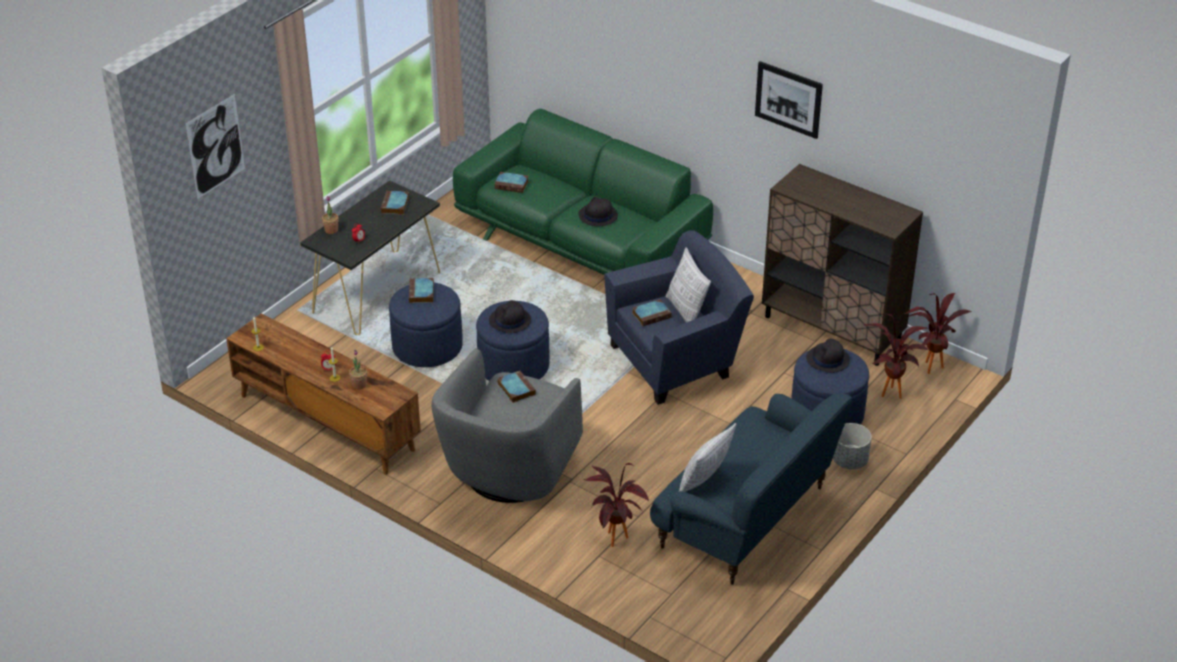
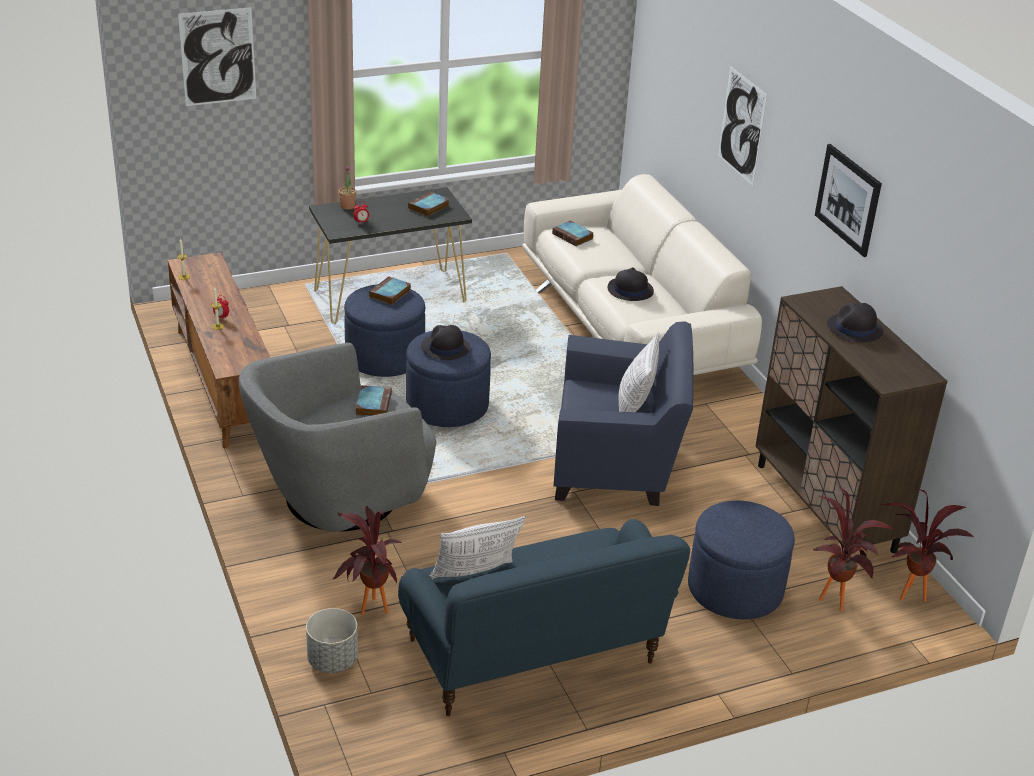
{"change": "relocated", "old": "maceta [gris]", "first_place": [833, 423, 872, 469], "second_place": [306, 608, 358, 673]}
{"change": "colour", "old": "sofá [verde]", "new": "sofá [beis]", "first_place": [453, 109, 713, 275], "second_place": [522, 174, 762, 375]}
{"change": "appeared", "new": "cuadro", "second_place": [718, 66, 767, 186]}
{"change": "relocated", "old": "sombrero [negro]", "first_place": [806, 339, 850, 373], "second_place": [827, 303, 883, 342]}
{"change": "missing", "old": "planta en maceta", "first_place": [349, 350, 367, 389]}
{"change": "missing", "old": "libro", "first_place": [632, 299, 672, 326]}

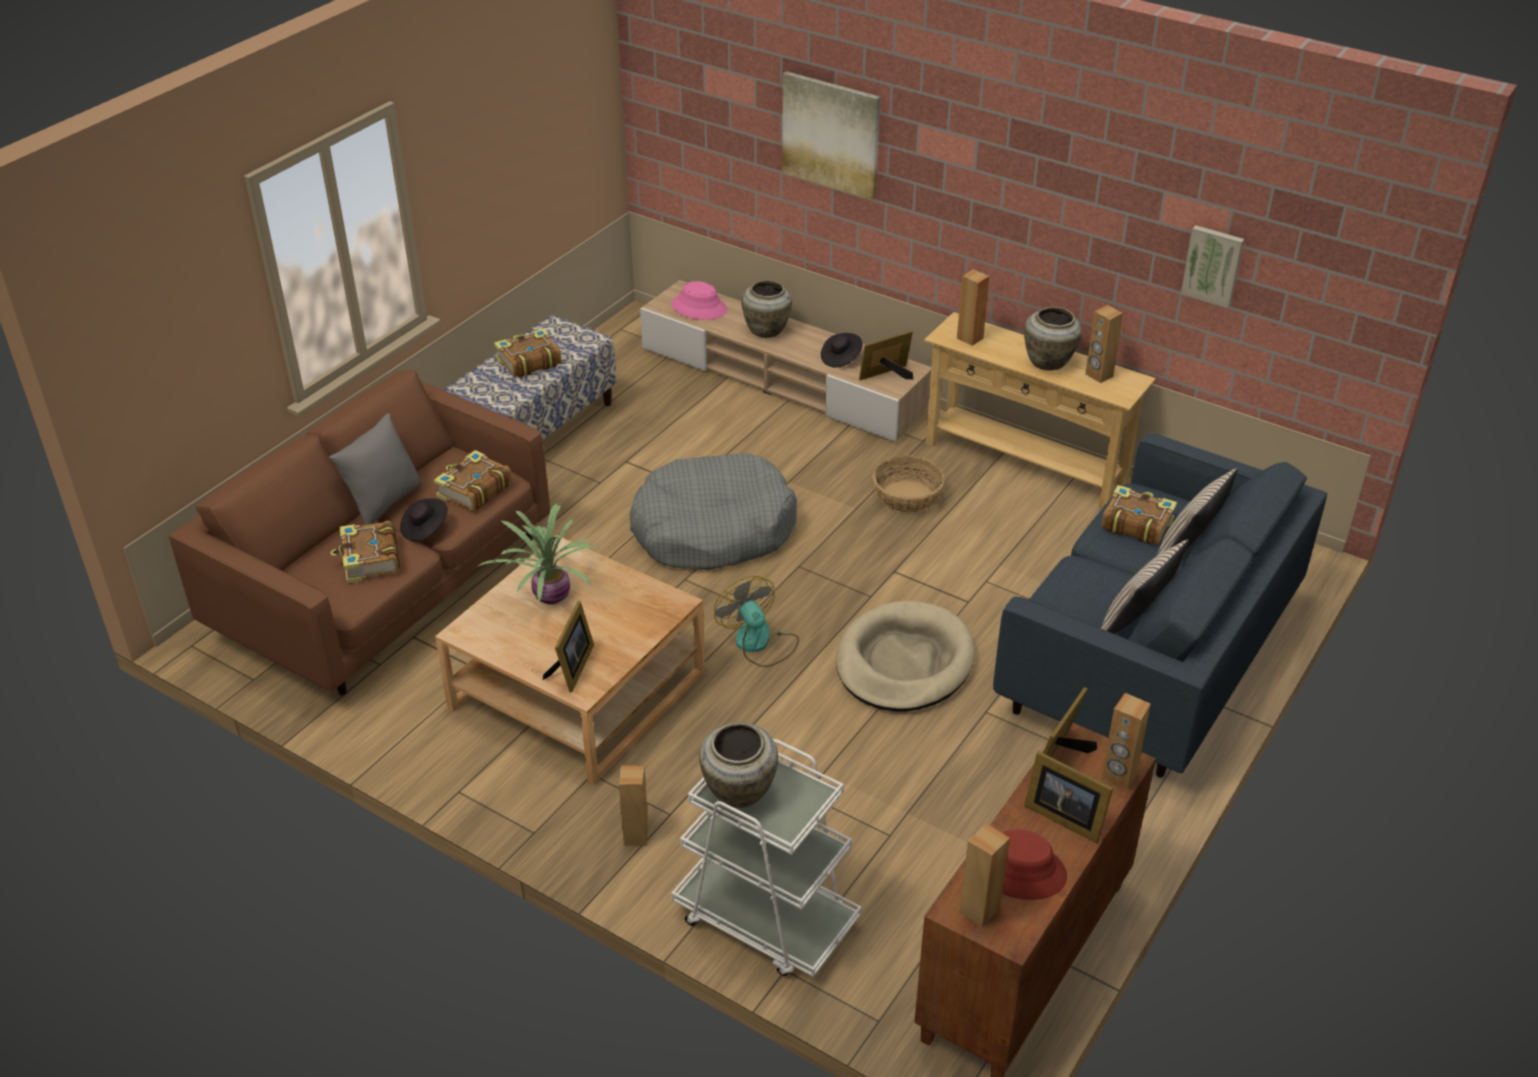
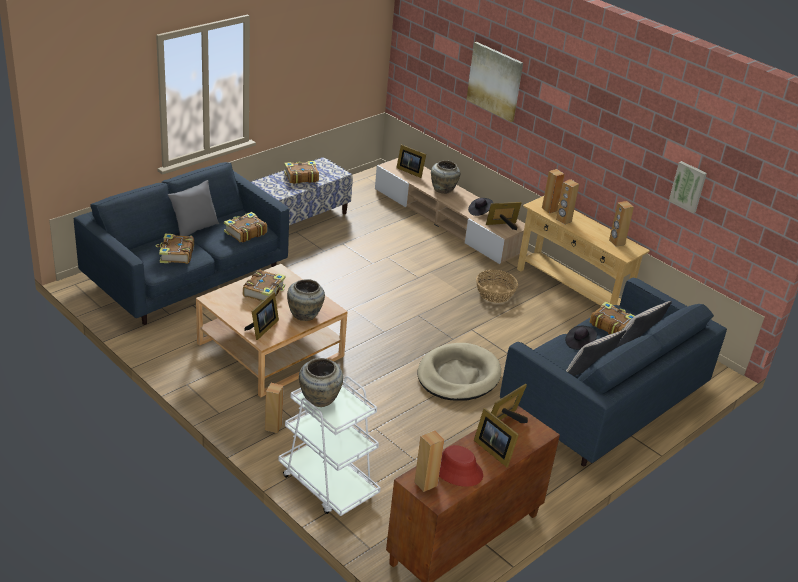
{"change": "colour", "old": "sofá [marrón]", "new": "sofá [azul]", "first_place": [169, 370, 550, 696], "second_place": [74, 162, 289, 325]}
{"change": "exchanged", "old": "planta en maceta", "new": "libro", "first_place": [477, 503, 601, 605], "second_place": [243, 269, 286, 302]}
{"change": "relocated", "old": "florero [beis]", "first_place": [1024, 307, 1082, 371], "second_place": [287, 279, 325, 321]}
{"change": "exchanged", "old": "sombrero [rosa]", "new": "portarretratos", "first_place": [671, 281, 727, 320], "second_place": [396, 144, 426, 178]}
{"change": "relocated", "old": "altavoz [marrón]", "first_place": [1101, 693, 1151, 791], "second_place": [556, 179, 579, 224]}
{"change": "relocated", "old": "sombrero [negro]", "first_place": [400, 498, 448, 541], "second_place": [565, 326, 597, 350]}
{"change": "missing", "old": "cama para perro [gris]", "first_place": [630, 453, 797, 570]}
{"change": "missing", "old": "ventilador", "first_place": [714, 576, 799, 667]}

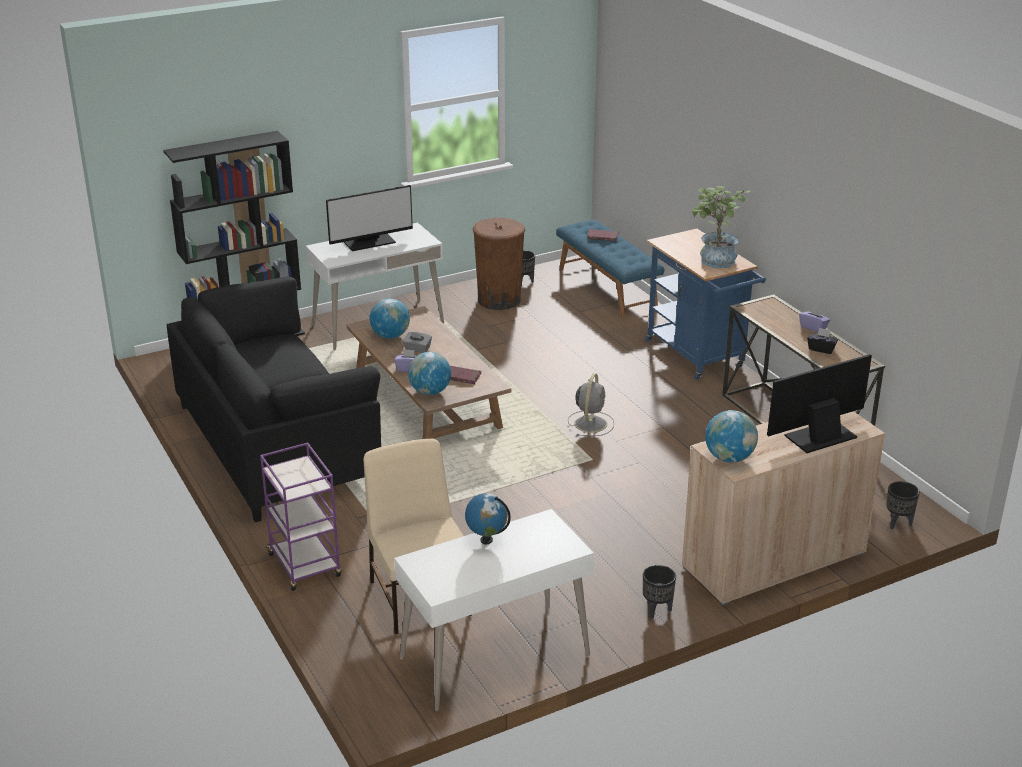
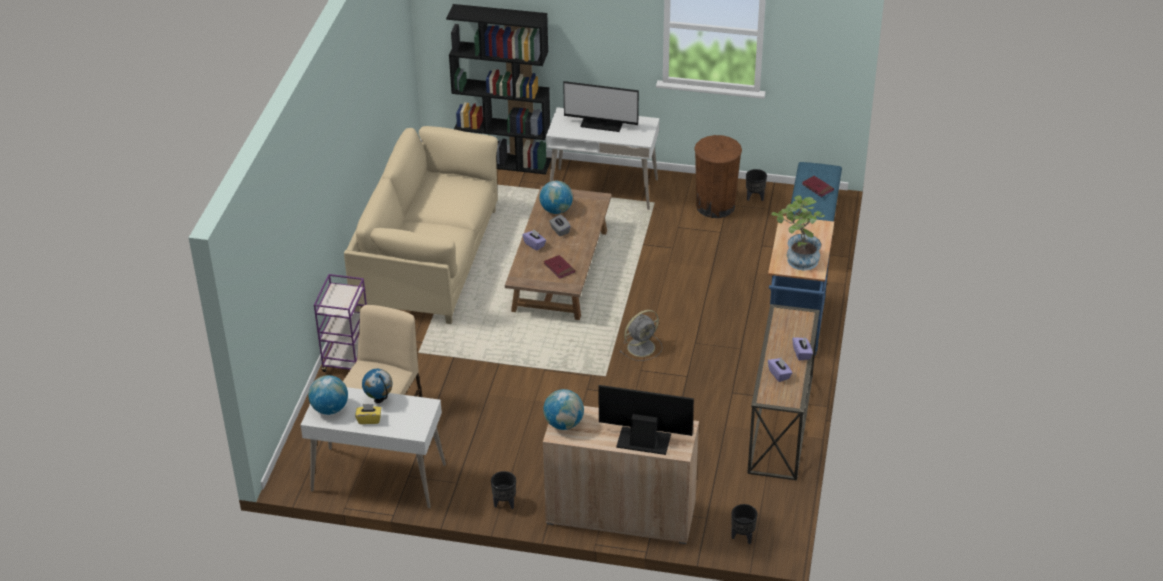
{"change": "relocated", "old": "globo terráqueo", "first_place": [408, 352, 451, 395], "second_place": [308, 375, 348, 415]}
{"change": "colour", "old": "sofá [negro]", "new": "sofá [beis]", "first_place": [167, 277, 381, 522], "second_place": [344, 126, 498, 324]}
{"change": "appeared", "new": "caja de pañuelos [amarillo]", "second_place": [355, 404, 381, 424]}
{"change": "colour", "old": "caja de pañuelos [negro]", "new": "caja de pañuelos [morado]", "first_place": [807, 328, 838, 354], "second_place": [768, 357, 792, 382]}

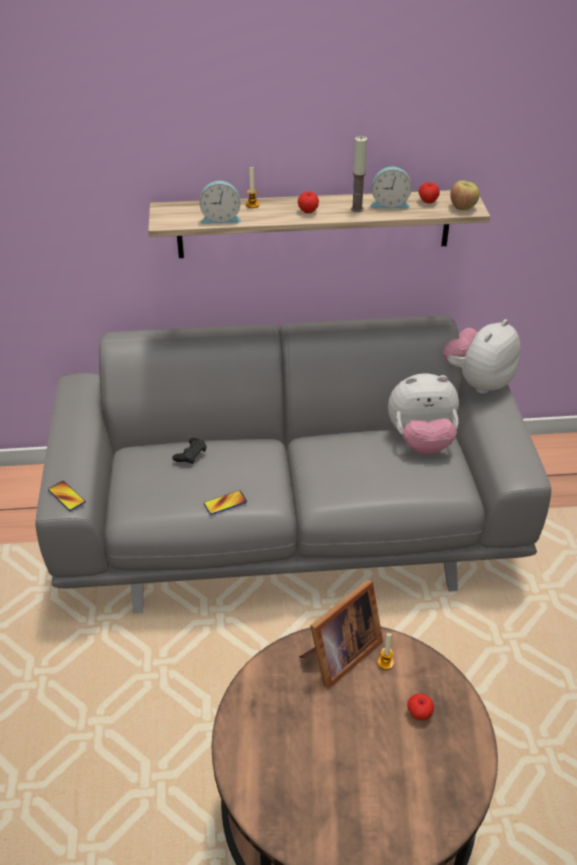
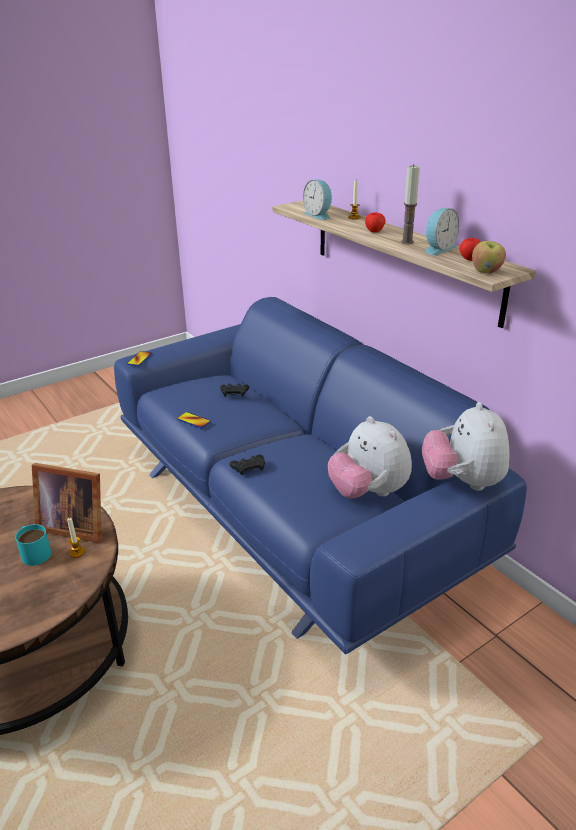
{"change": "appeared", "new": "taza grande [turquesa]", "second_place": [15, 524, 51, 566]}
{"change": "colour", "old": "sofá [gris]", "new": "sofá [azul]", "first_place": [35, 315, 551, 614], "second_place": [114, 297, 527, 654]}
{"change": "appeared", "new": "mando de consola [negro]", "second_place": [230, 454, 265, 475]}
{"change": "spun", "old": "peluche", "first_place": [443, 319, 521, 394], "second_place": [422, 402, 510, 491], "degrees": -105}
{"change": "spun", "old": "despertador", "first_place": [370, 166, 412, 208], "second_place": [426, 208, 459, 256], "degrees": -105}
{"change": "missing", "old": "manzana", "first_place": [407, 694, 434, 720]}

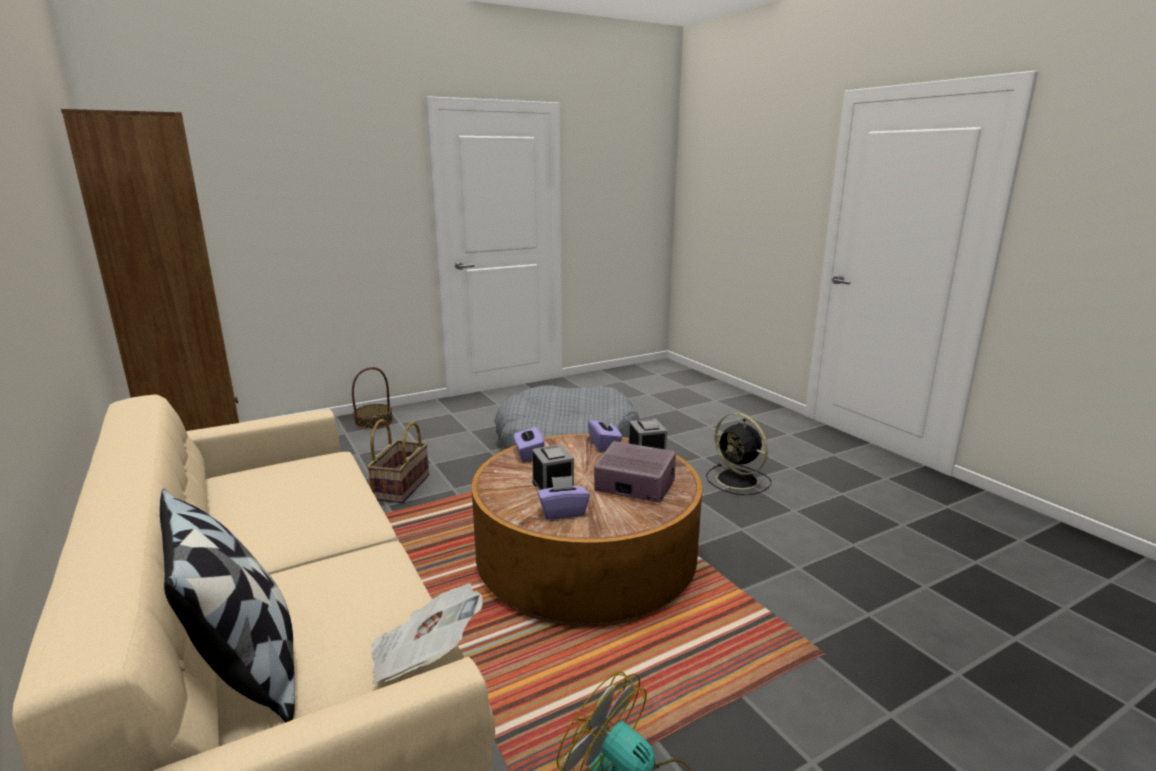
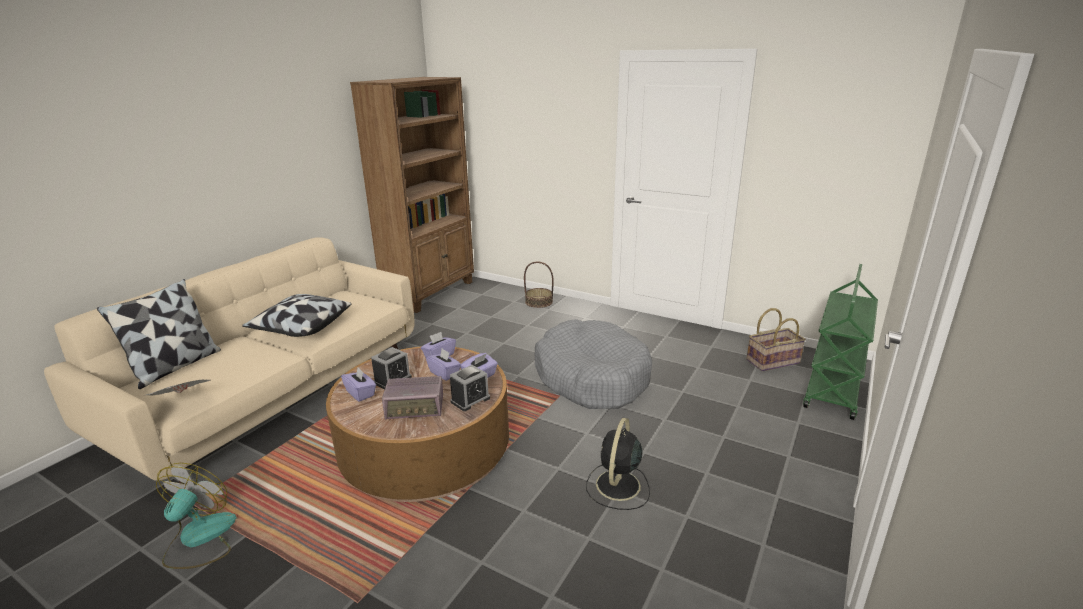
{"change": "appeared", "new": "cojín", "second_place": [242, 294, 351, 337]}
{"change": "spun", "old": "radio", "first_place": [594, 441, 676, 503], "second_place": [382, 376, 443, 420], "degrees": 90}
{"change": "appeared", "new": "caja de pañuelos [morado]", "second_place": [426, 349, 461, 381]}
{"change": "relocated", "old": "cesta", "first_place": [367, 419, 429, 503], "second_place": [746, 308, 806, 371]}
{"change": "appeared", "new": "carrito [verde]", "second_place": [803, 264, 878, 420]}

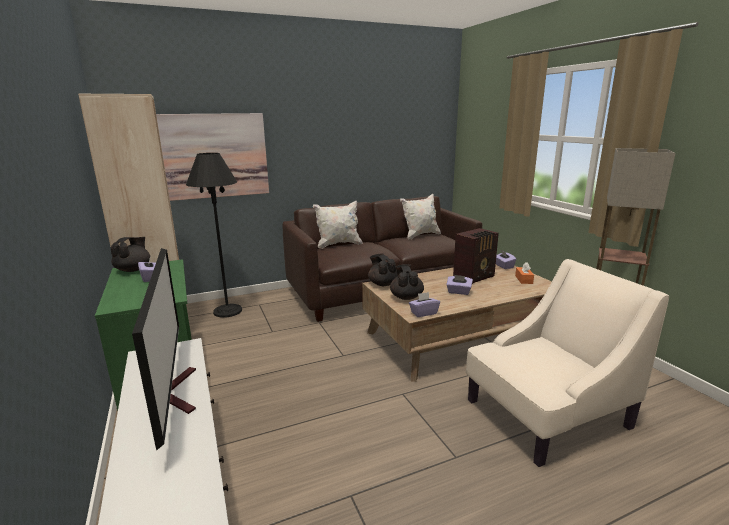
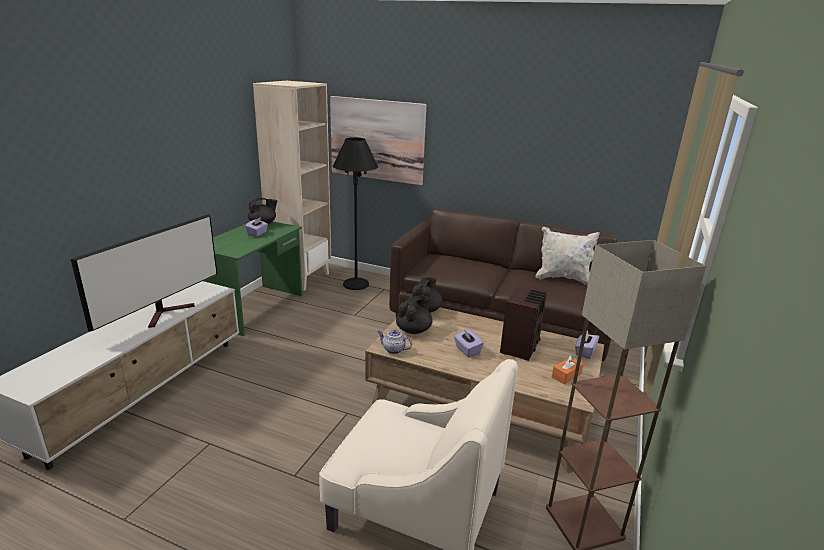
{"change": "exchanged", "old": "caja de pañuelos [morado]", "new": "tetera", "first_place": [409, 292, 440, 317], "second_place": [377, 330, 412, 354]}
{"change": "spun", "old": "radio", "first_place": [453, 228, 499, 284], "second_place": [500, 284, 547, 361], "degrees": -75}
{"change": "missing", "old": "cojín [blanco]", "first_place": [313, 201, 363, 249]}

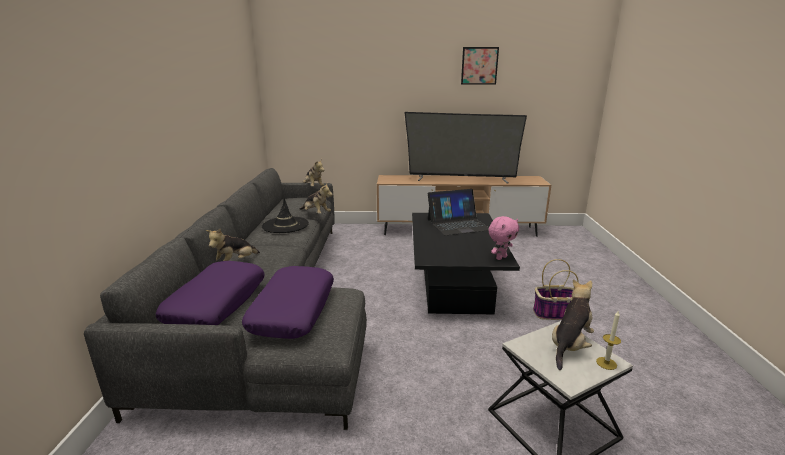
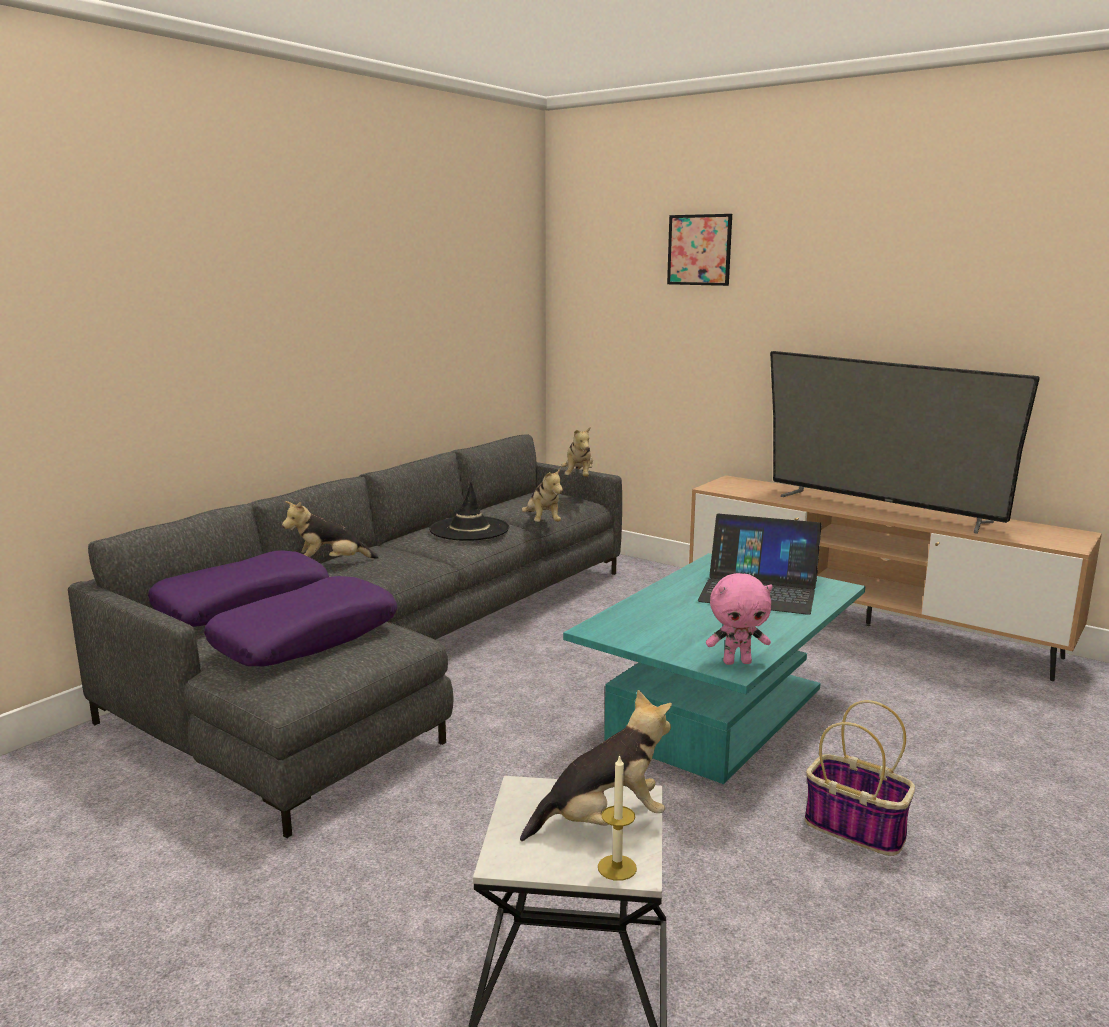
{"change": "colour", "old": "mesa de centro [negro]", "new": "mesa de centro [turquesa]", "first_place": [412, 213, 520, 314], "second_place": [563, 553, 865, 784]}
{"change": "relocated", "old": "cuadro", "first_place": [461, 47, 499, 85], "second_place": [667, 214, 732, 286]}

